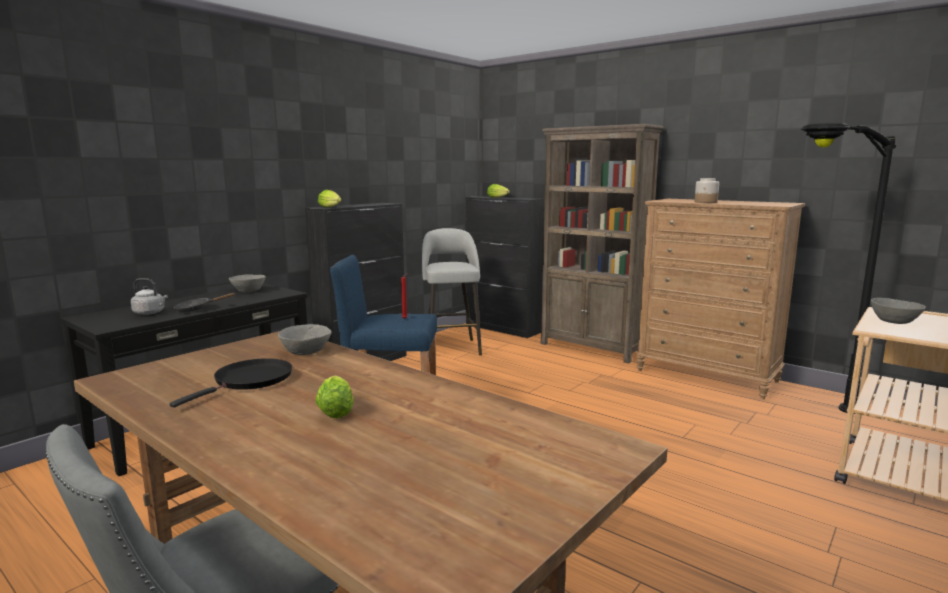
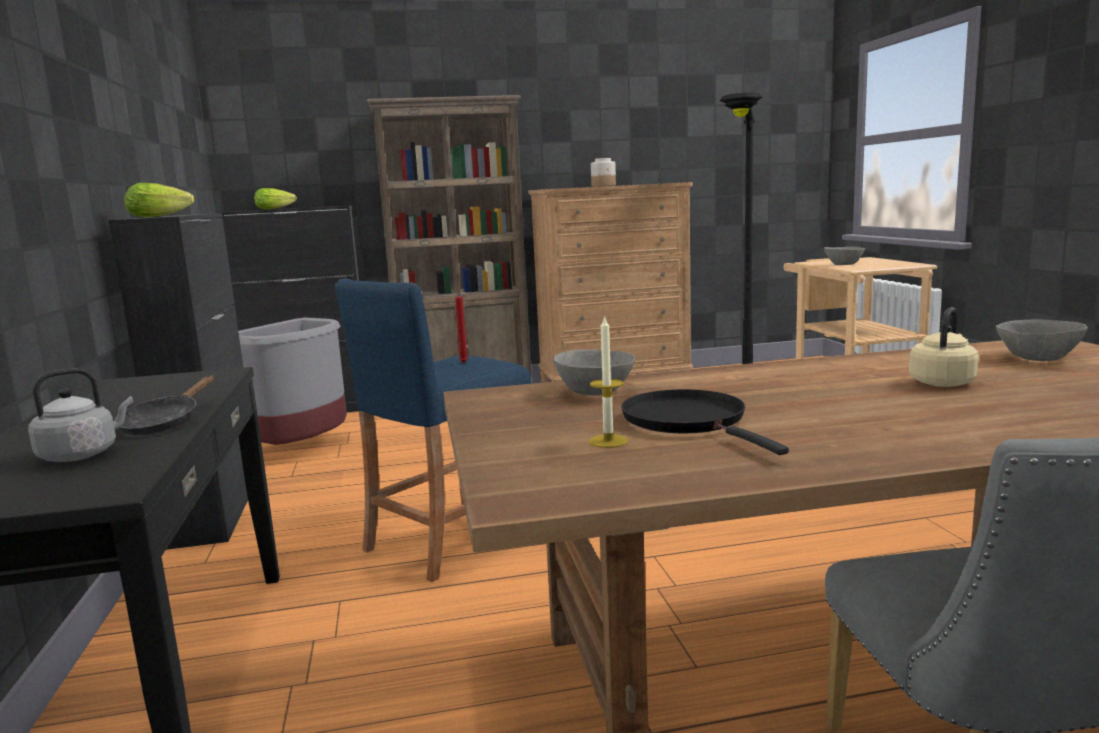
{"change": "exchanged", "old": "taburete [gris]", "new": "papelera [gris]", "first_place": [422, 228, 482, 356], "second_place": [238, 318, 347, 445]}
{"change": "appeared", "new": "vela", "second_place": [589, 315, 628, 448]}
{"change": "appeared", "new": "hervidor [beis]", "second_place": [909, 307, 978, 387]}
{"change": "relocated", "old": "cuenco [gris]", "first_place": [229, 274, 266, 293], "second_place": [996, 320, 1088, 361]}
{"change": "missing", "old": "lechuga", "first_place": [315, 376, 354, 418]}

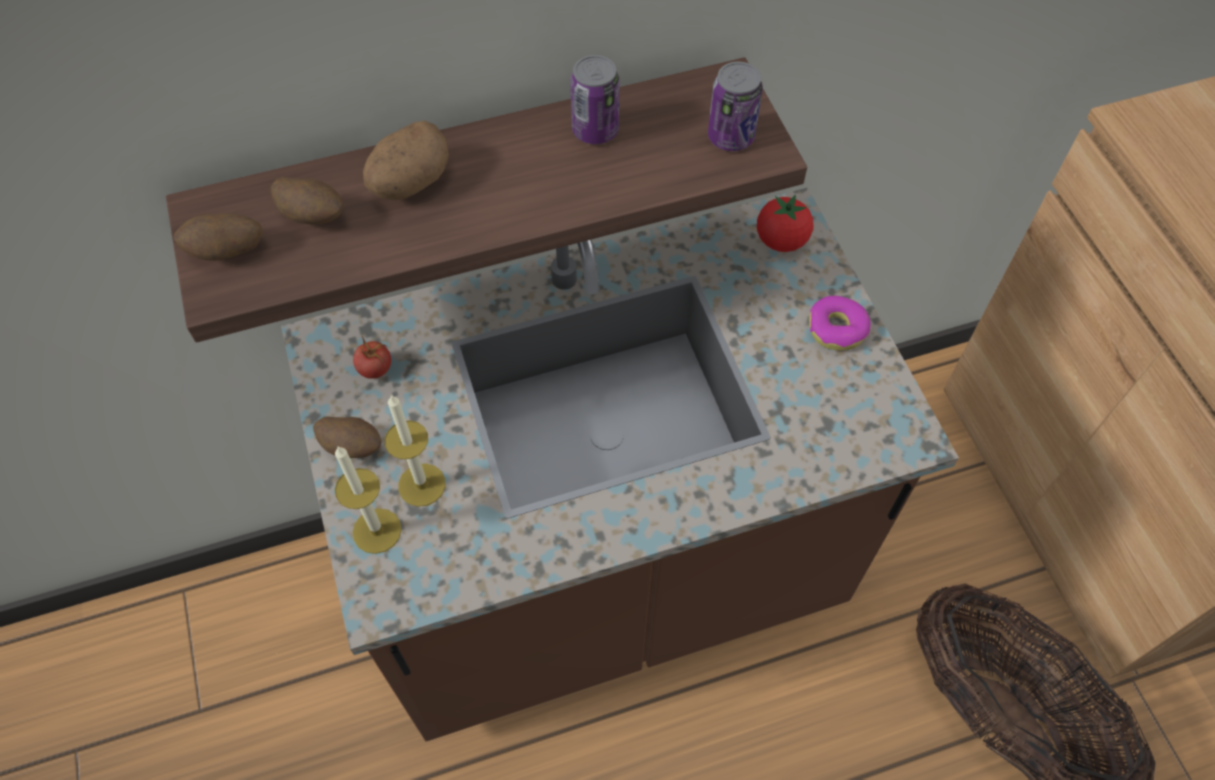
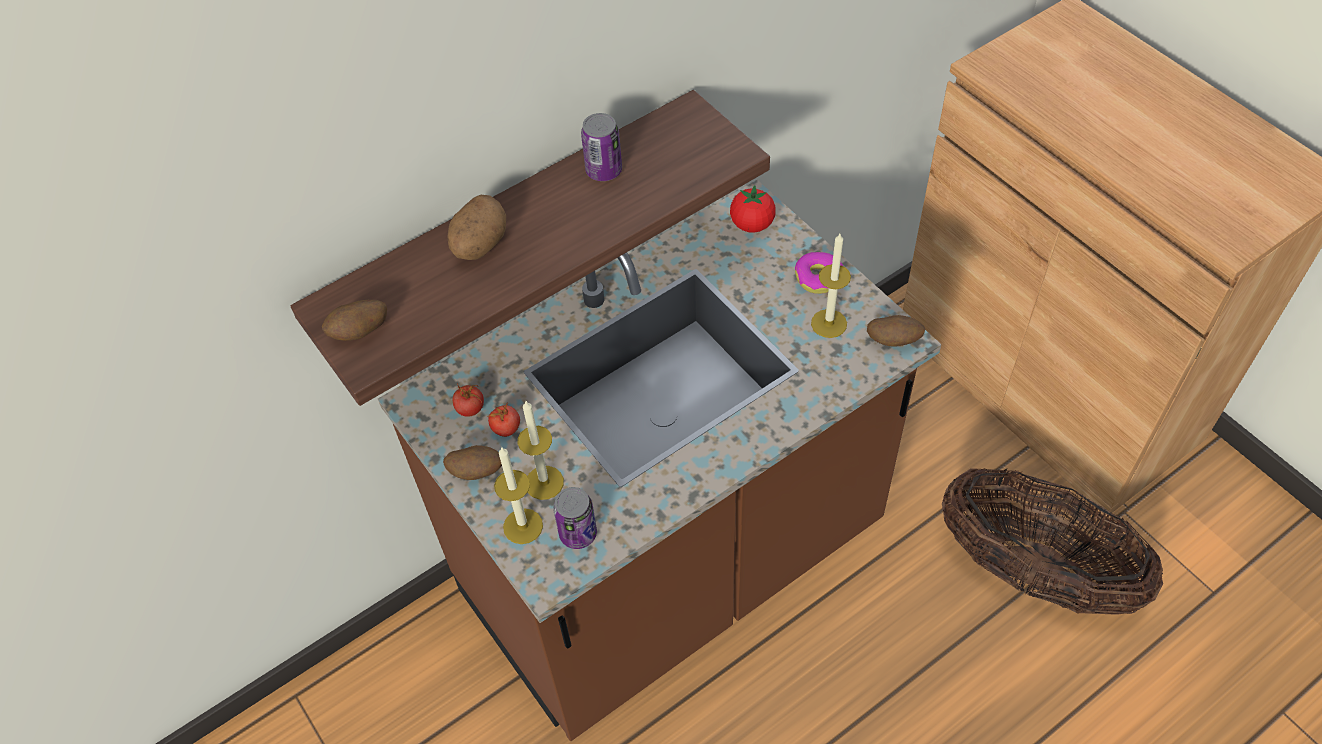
{"change": "appeared", "new": "tomate", "second_place": [487, 402, 520, 437]}
{"change": "relocated", "old": "lata", "first_place": [708, 62, 763, 151], "second_place": [553, 487, 597, 549]}
{"change": "appeared", "new": "vela", "second_place": [811, 234, 851, 338]}
{"change": "relocated", "old": "patata", "first_place": [271, 177, 343, 224], "second_place": [867, 315, 925, 347]}

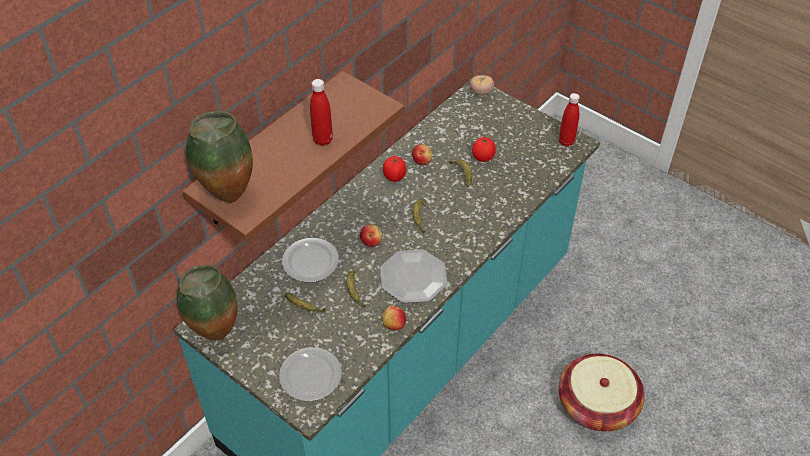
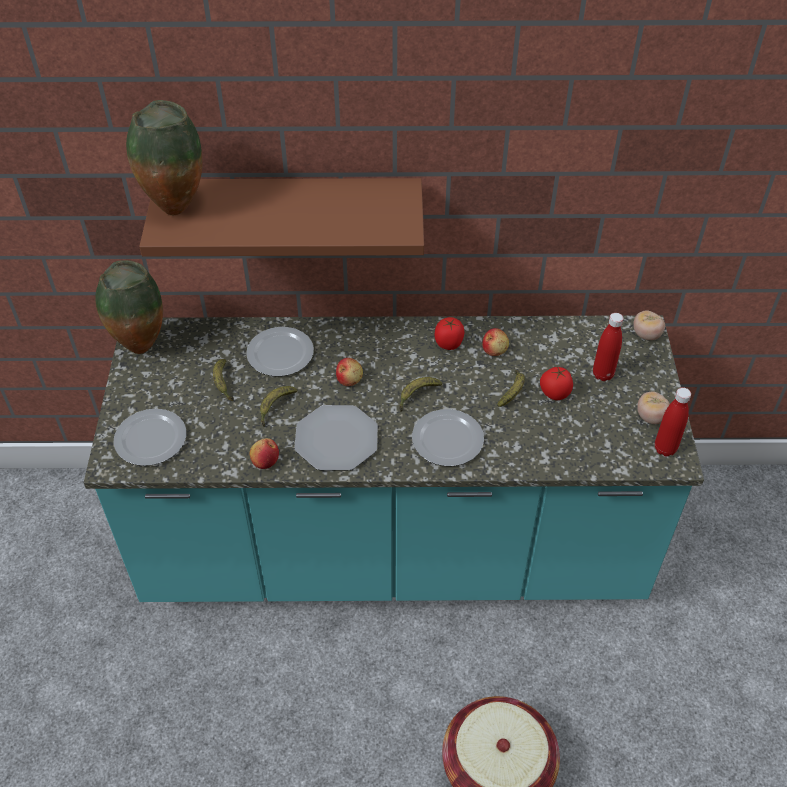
{"change": "appeared", "new": "plato", "second_place": [412, 409, 484, 466]}
{"change": "relocated", "old": "botella [rojo]", "first_place": [310, 79, 333, 146], "second_place": [593, 313, 623, 381]}
{"change": "appeared", "new": "tomate", "second_place": [637, 391, 670, 424]}

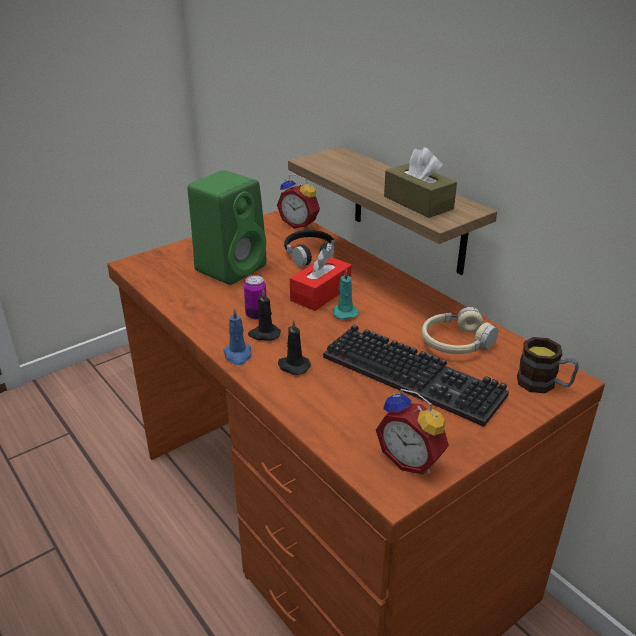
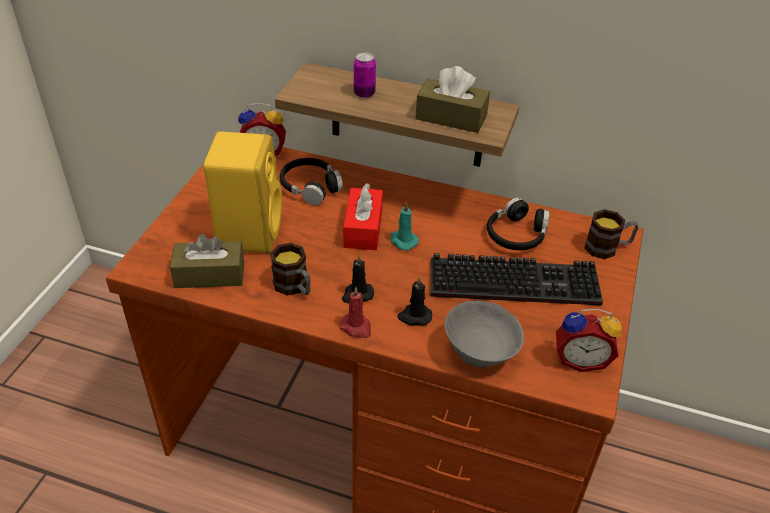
{"change": "appeared", "new": "caja de pañuelos [marrón]", "second_place": [170, 234, 244, 288]}
{"change": "colour", "old": "altavoz [verde]", "new": "altavoz [amarillo]", "first_place": [188, 170, 266, 285], "second_place": [203, 132, 282, 253]}
{"change": "appeared", "new": "taza grande", "second_place": [270, 243, 310, 296]}
{"change": "colour", "old": "vela [azul]", "new": "vela [rojo]", "first_place": [223, 308, 251, 365], "second_place": [340, 287, 371, 338]}
{"change": "relocated", "old": "lata", "first_place": [244, 276, 266, 320], "second_place": [354, 52, 376, 98]}
{"change": "appeared", "new": "cuenco [gris]", "second_place": [444, 301, 524, 368]}
{"change": "colour", "old": "auriculares [beis]", "new": "auriculares [negro]", "first_place": [422, 307, 498, 354], "second_place": [487, 197, 550, 250]}

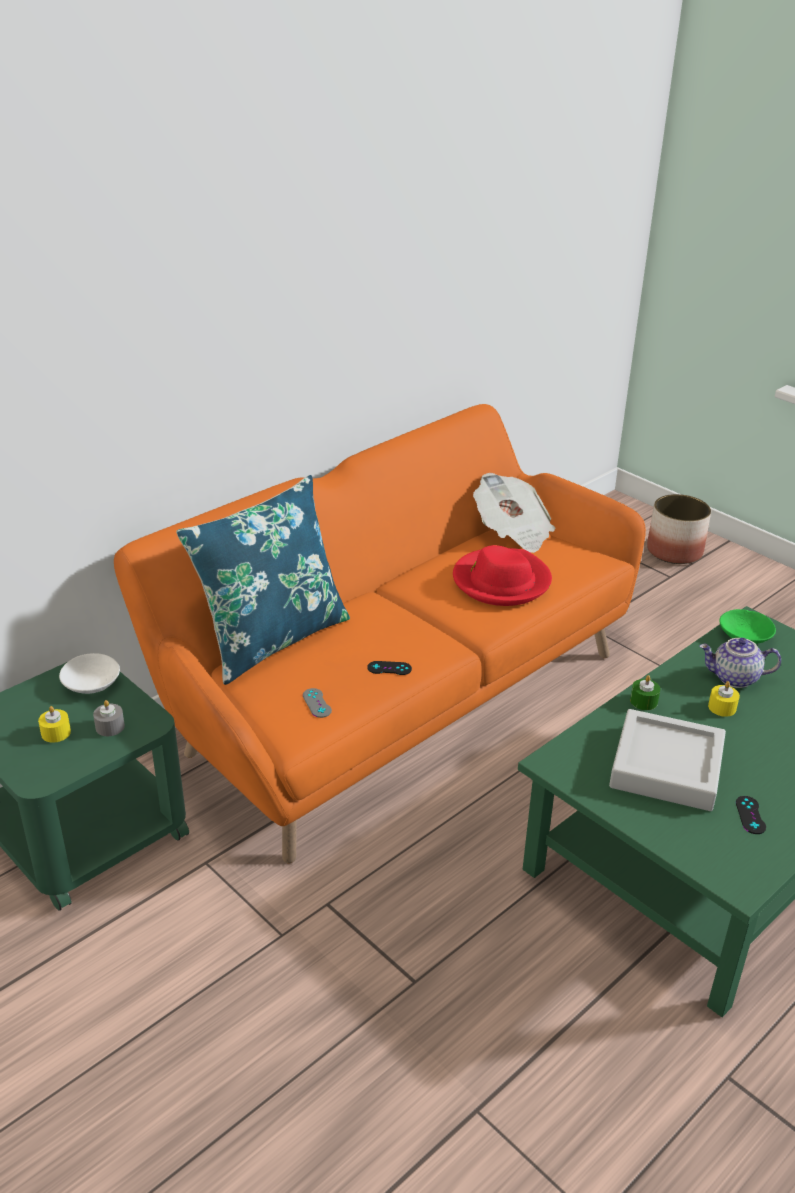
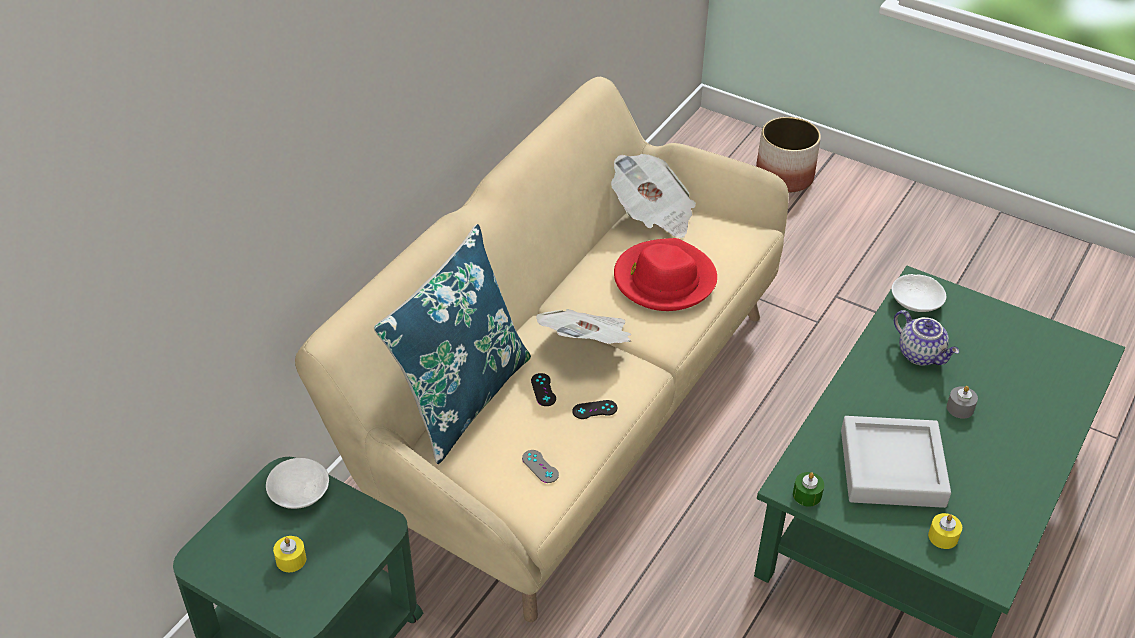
{"change": "colour", "old": "sofá [naranja]", "new": "sofá [beis]", "first_place": [114, 404, 646, 863], "second_place": [295, 77, 789, 622]}
{"change": "relocated", "old": "mando de consola [negro]", "first_place": [736, 796, 766, 834], "second_place": [531, 373, 556, 406]}
{"change": "appeared", "new": "periódico", "second_place": [536, 309, 632, 344]}
{"change": "relocated", "old": "vela [verde]", "first_place": [630, 675, 660, 710], "second_place": [793, 472, 824, 507]}
{"change": "colour", "old": "cuenco [verde]", "new": "cuenco [blanco]", "first_place": [719, 609, 776, 644], "second_place": [891, 274, 946, 312]}
{"change": "spun", "old": "tetera", "first_place": [699, 638, 781, 688], "second_place": [893, 310, 959, 366], "degrees": -120}
{"change": "relocated", "old": "vela [amarillo]", "first_place": [708, 681, 740, 717], "second_place": [928, 513, 962, 549]}
{"change": "relocated", "old": "vela [gris]", "first_place": [93, 700, 125, 736], "second_place": [947, 386, 978, 419]}

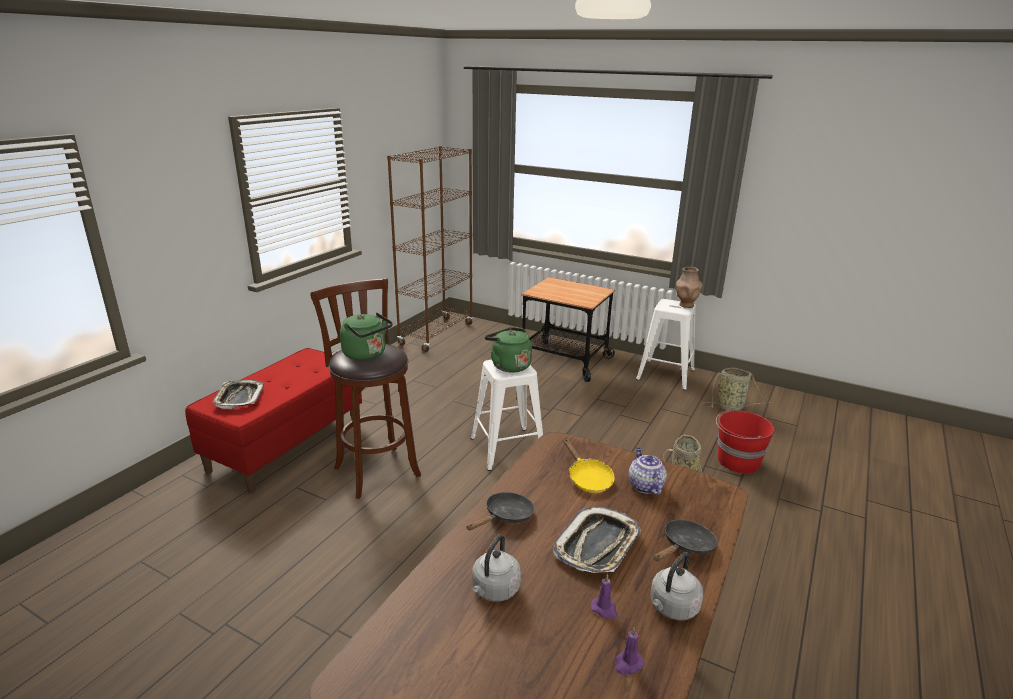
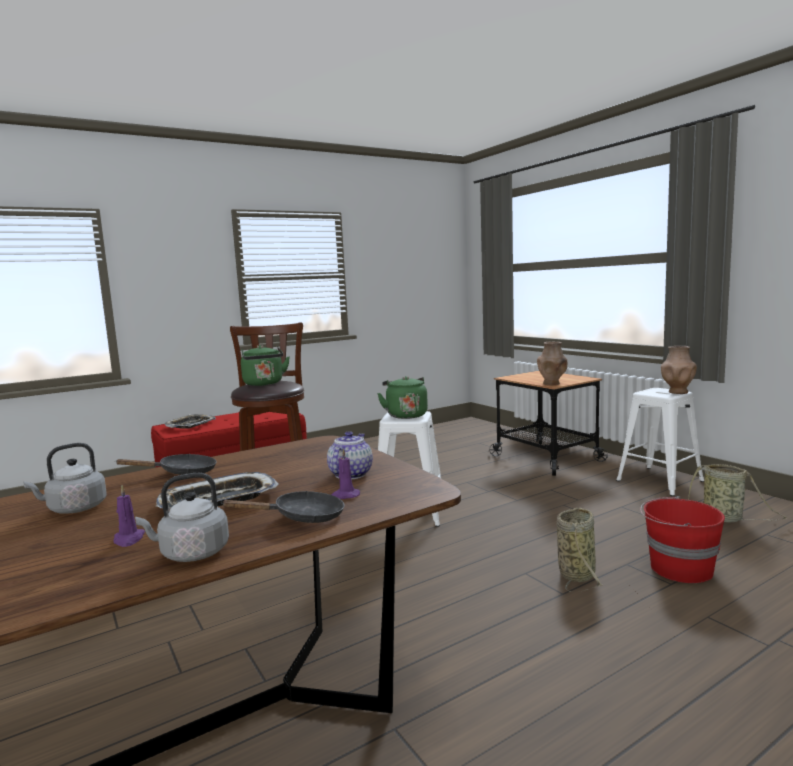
{"change": "relocated", "old": "vela [morado]", "first_place": [616, 627, 644, 675], "second_place": [331, 448, 360, 499]}
{"change": "appeared", "new": "florero [marrón]", "second_place": [537, 342, 567, 385]}
{"change": "missing", "old": "estantería [marrón]", "first_place": [387, 146, 473, 352]}
{"change": "missing", "old": "sartén [amarillo]", "first_place": [563, 438, 614, 493]}

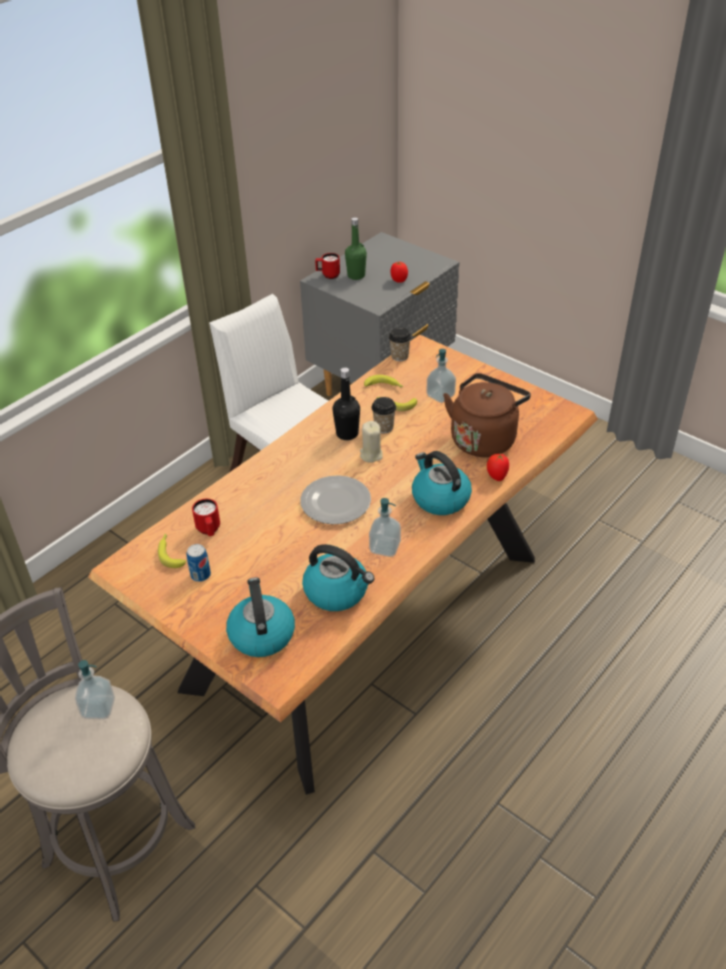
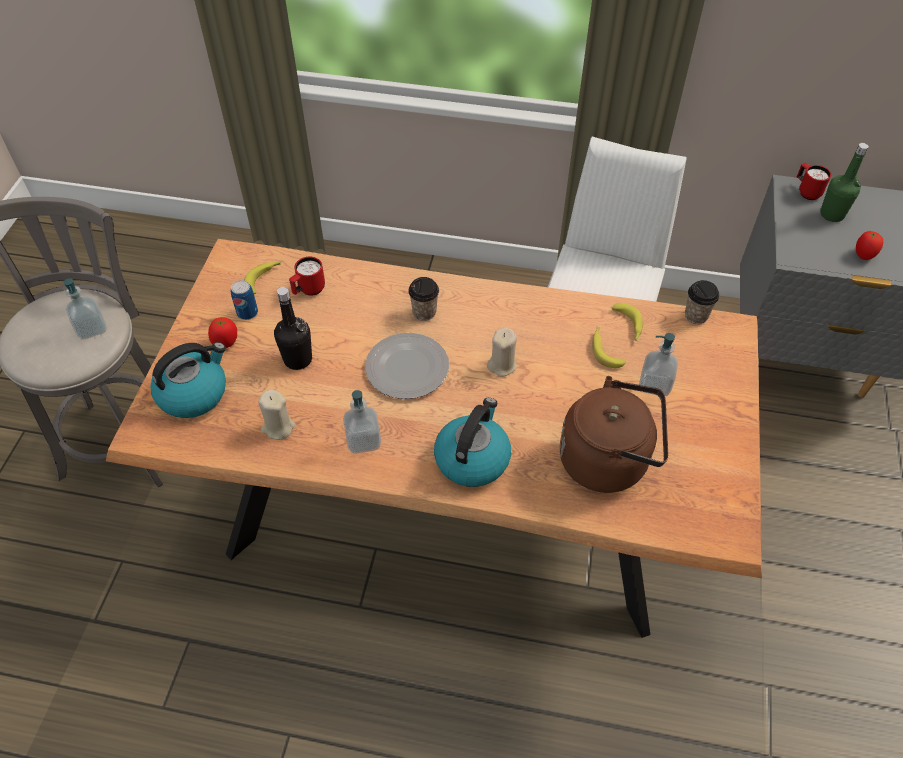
{"change": "relocated", "old": "tomate", "first_place": [487, 453, 509, 481], "second_place": [208, 317, 237, 348]}
{"change": "exchanged", "old": "hervidor", "new": "vela [beis]", "first_place": [302, 544, 374, 611], "second_place": [258, 390, 295, 440]}
{"change": "relocated", "old": "botella [negro]", "first_place": [333, 367, 360, 440], "second_place": [274, 287, 312, 370]}
{"change": "relocated", "old": "taza", "first_place": [371, 397, 396, 433], "second_place": [408, 277, 439, 321]}

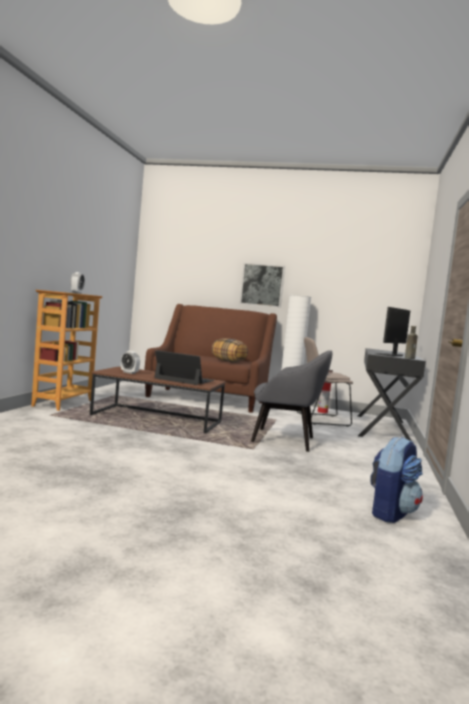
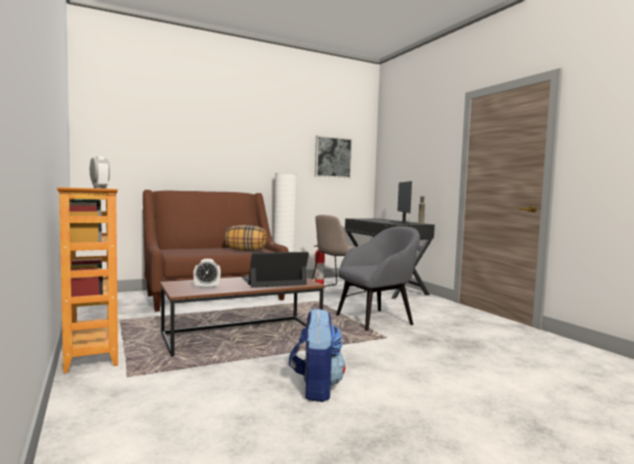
{"change": "relocated", "old": "mochila", "first_place": [370, 437, 423, 523], "second_place": [289, 308, 345, 402]}
{"change": "relocated", "old": "cuadro", "first_place": [240, 262, 285, 308], "second_place": [315, 135, 353, 178]}

